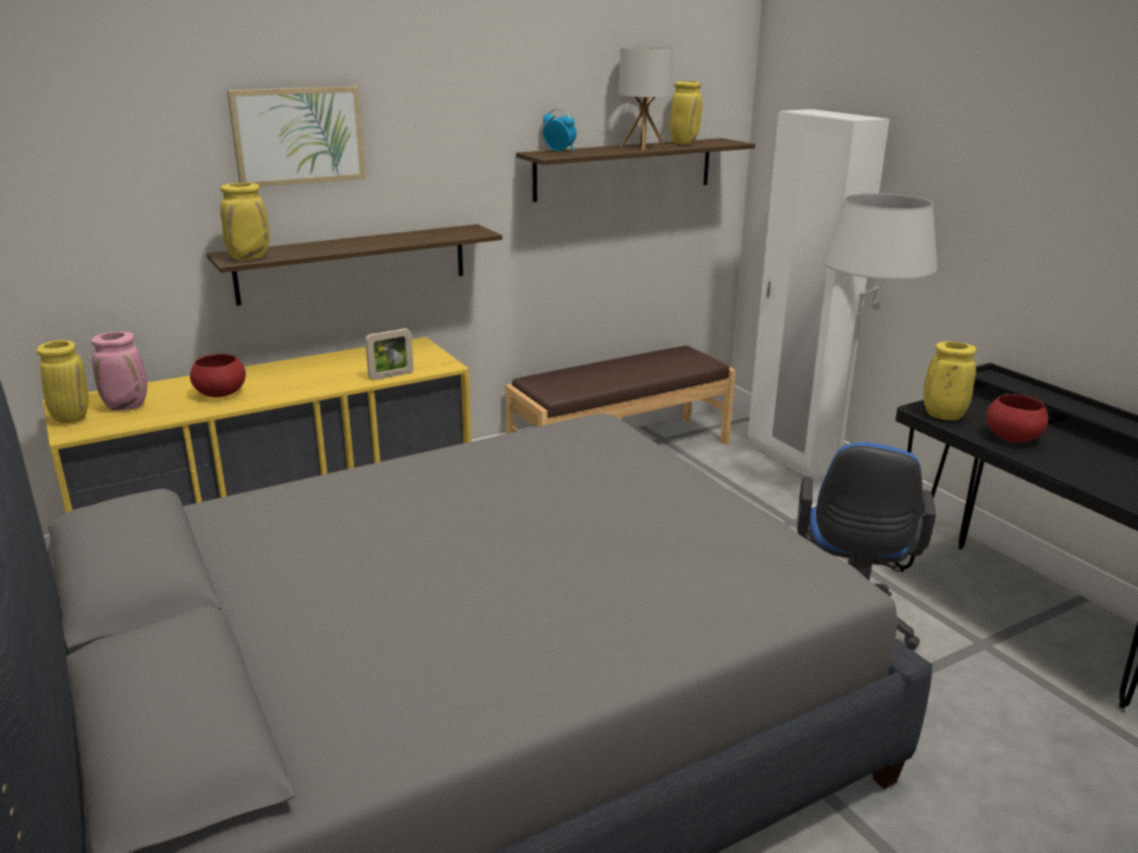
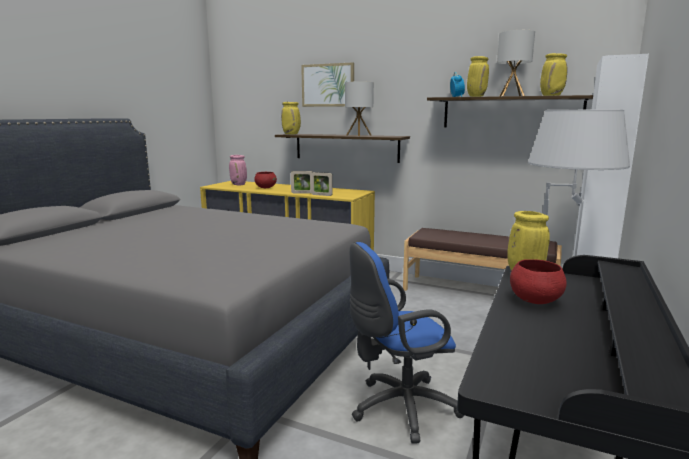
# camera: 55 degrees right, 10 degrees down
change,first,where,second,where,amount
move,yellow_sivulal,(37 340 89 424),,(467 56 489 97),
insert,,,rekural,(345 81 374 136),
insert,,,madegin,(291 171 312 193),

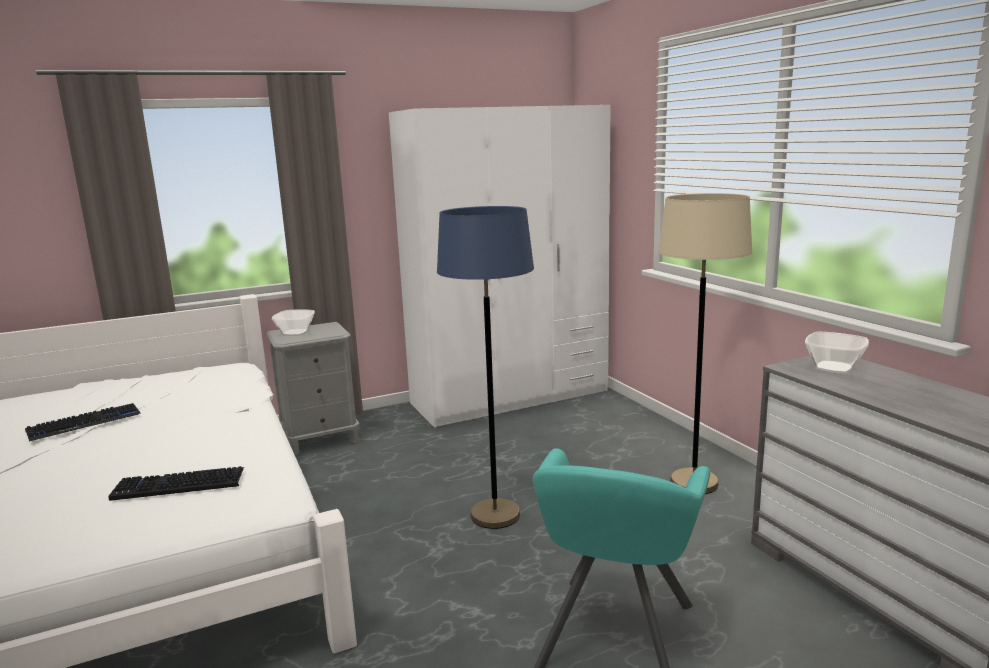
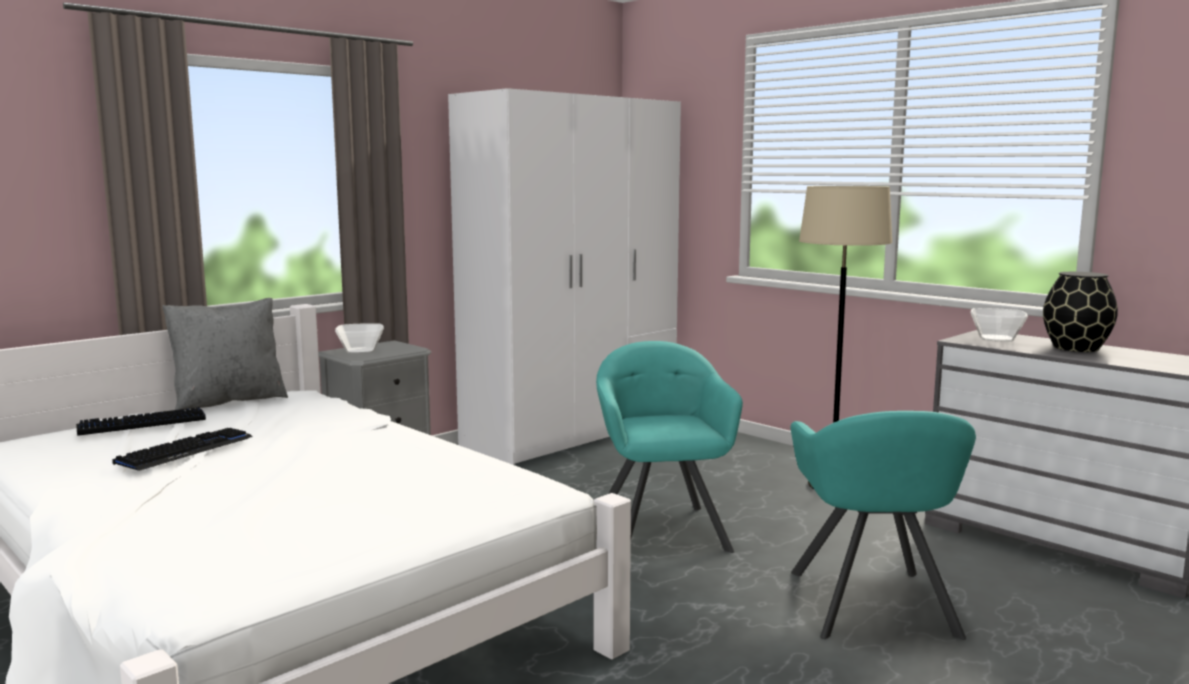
# camera: 20 degrees left, 5 degrees down
change,first,where,second,where,amount
replace,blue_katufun,(437 206 534 529),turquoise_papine,(596 341 743 553),
move,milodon,(108 466 245 501),,(76 407 206 436),
insert,,,black_sivulal,(1043 272 1118 352),
insert,,,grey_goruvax,(162 298 288 410),

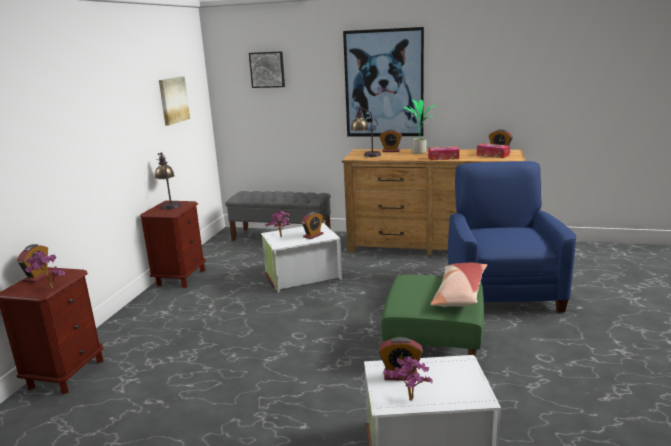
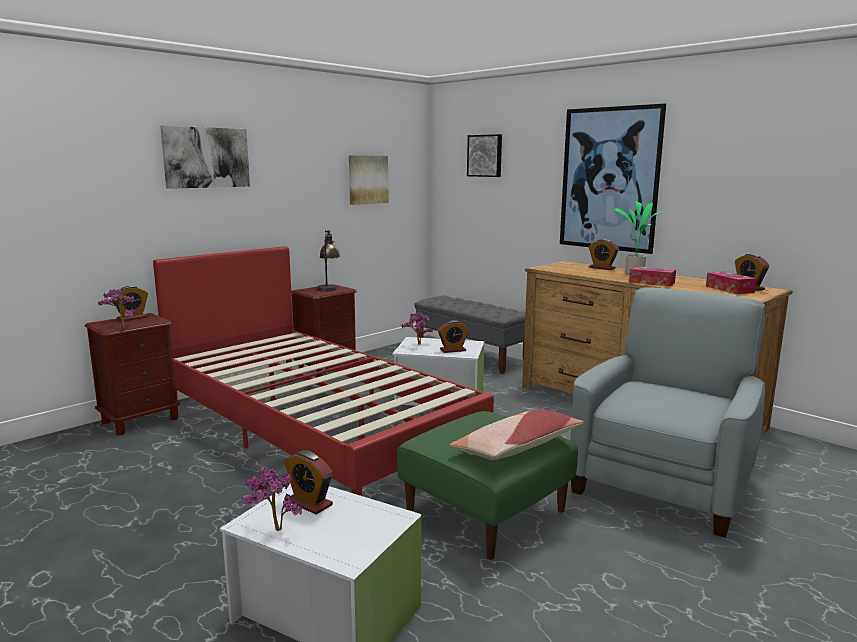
# camera: 30 degrees right, 5 degrees down
change,first,where,second,where,amount
delete,rekural,(351 106 381 157),,,
recolor,blue_papine,(448 161 576 312),grey_papine,(570 287 765 538),
insert,,,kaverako,(160 125 250 189),
insert,,,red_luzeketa,(153 246 494 496),

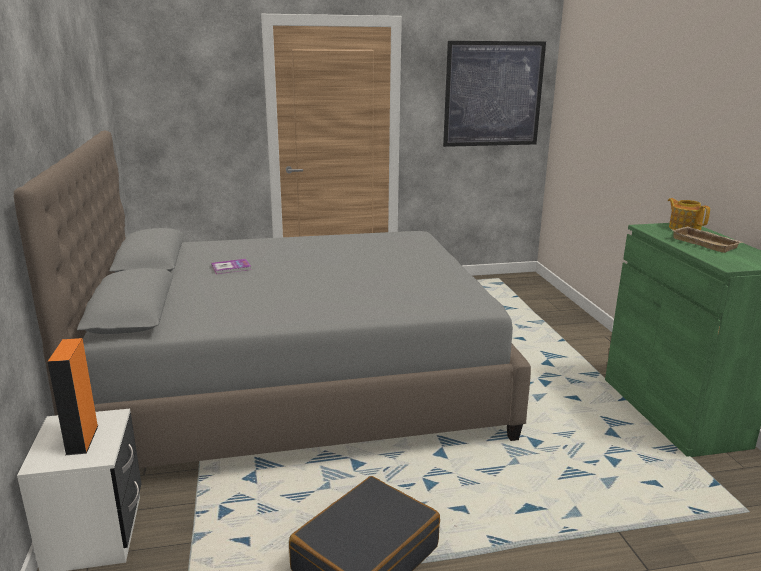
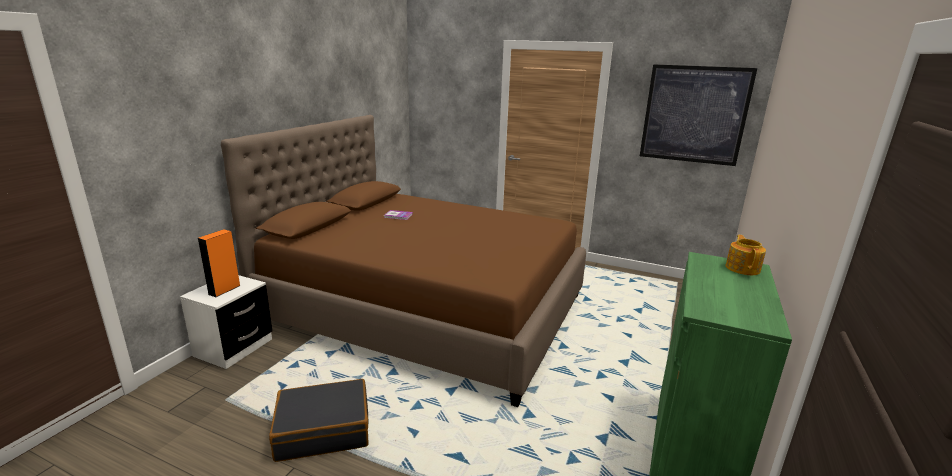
# camera: 35 degrees right, 0 degrees up
change,first,where,second,where,amount
recolor,grey_luzeketa,(14 130 531 468),brown_luzeketa,(221 115 586 407),
delete,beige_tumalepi,(673 226 743 253),,,

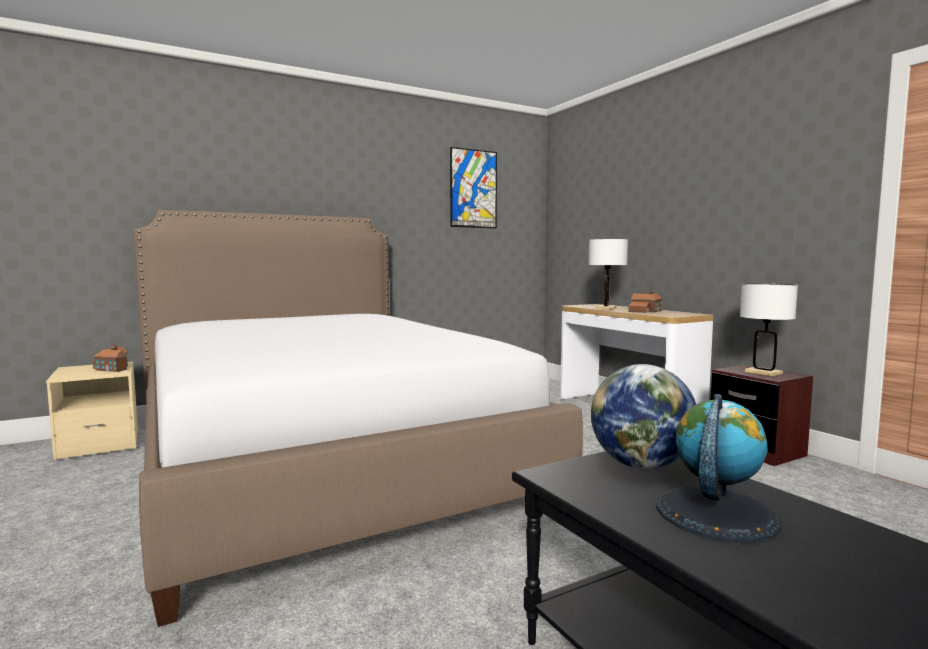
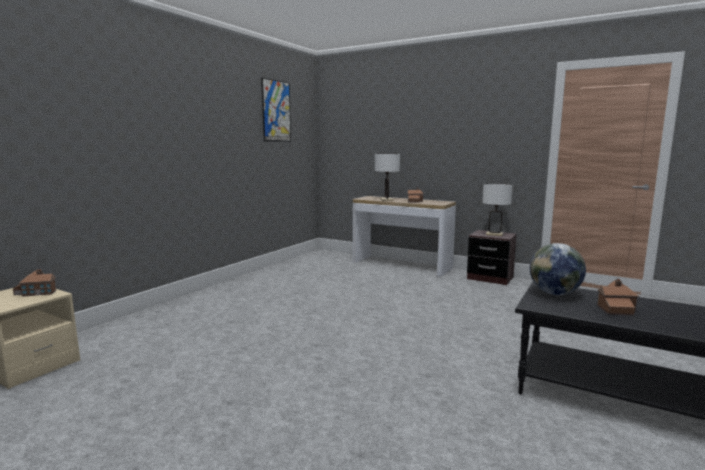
# camera: 30 degrees left, 5 degrees up
change,first,where,second,where,amount
delete,luzeketa,(133 210 583 627),,,
replace,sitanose,(656 394 782 542),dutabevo,(597 278 639 316),

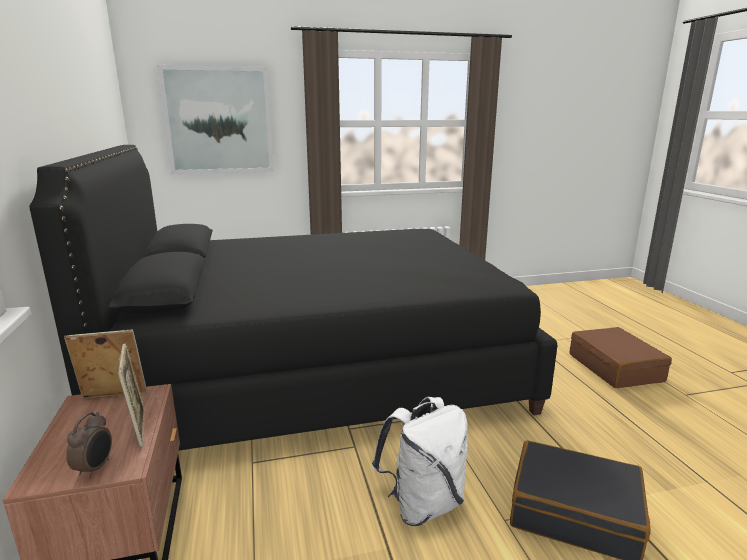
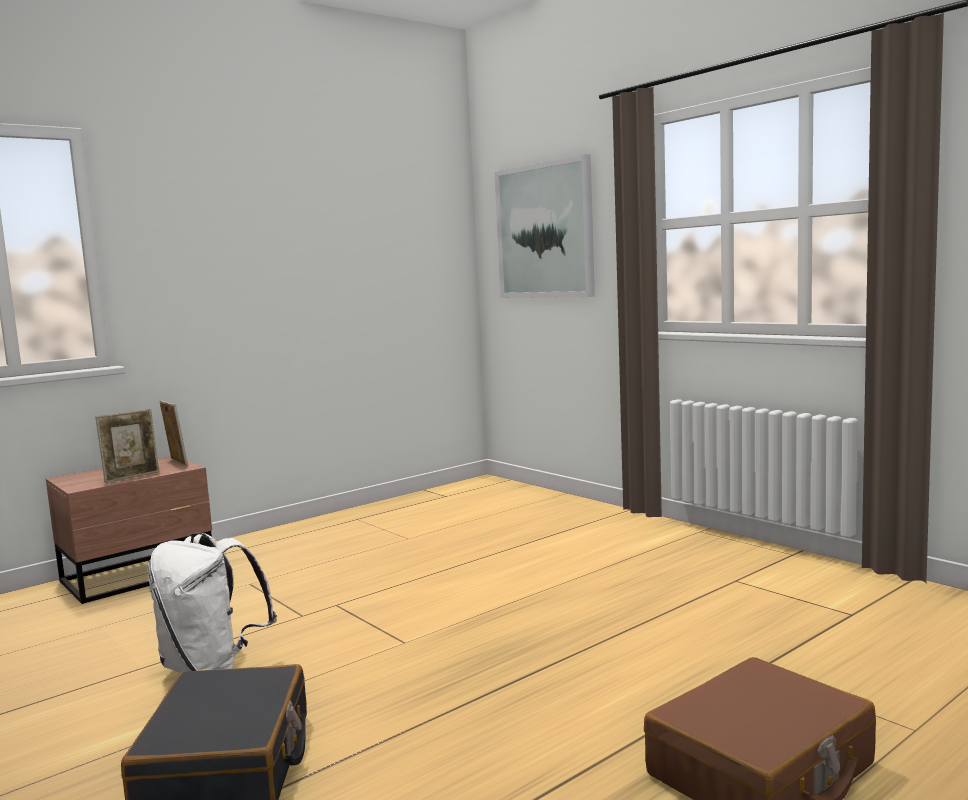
# camera: 65 degrees right, 10 degrees down
change,first,where,second,where,amount
delete,black_luzeketa,(29 145 558 450),,,
delete,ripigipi,(66 412 112 478),,,

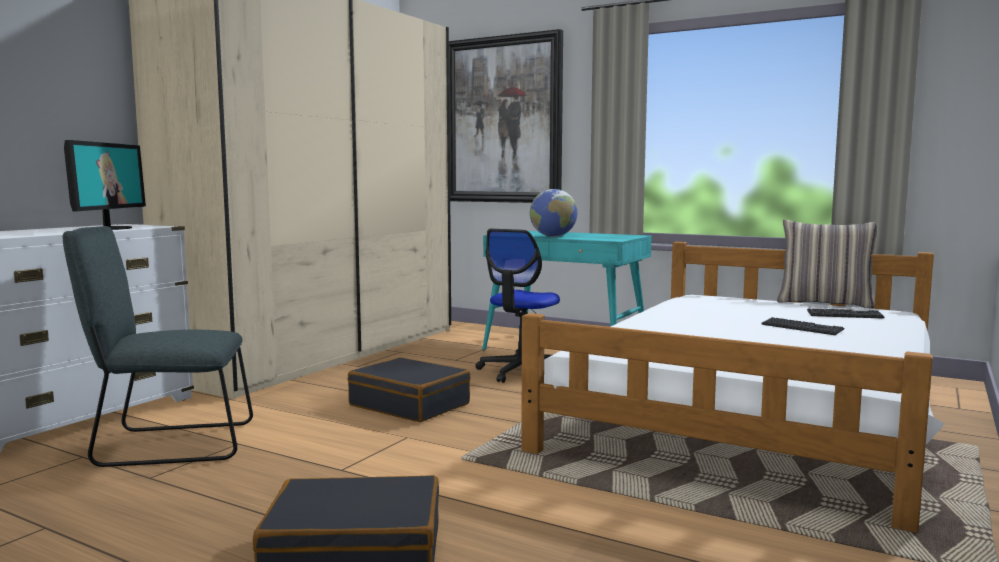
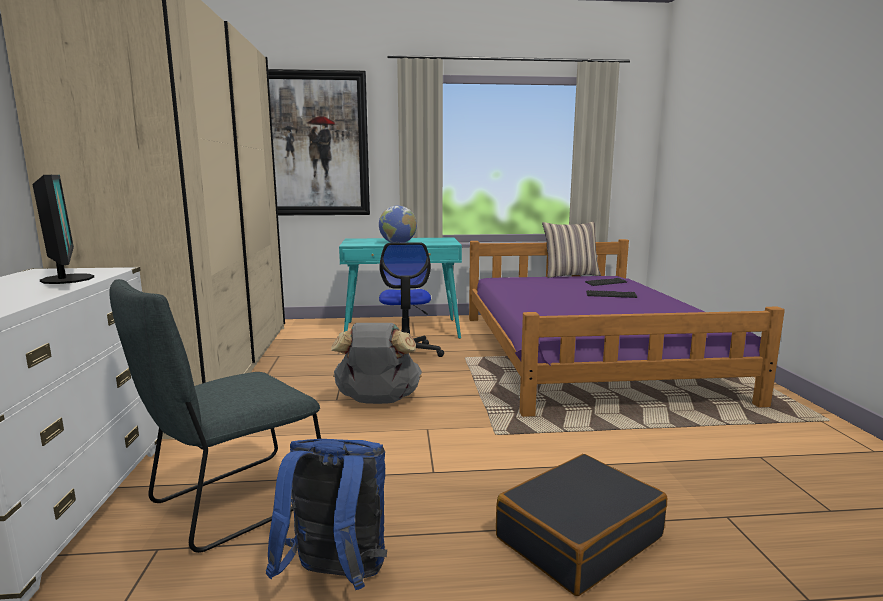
# camera: 35 degrees left, 5 degrees up
change,first,where,second,where,amount
recolor,white_luzeketa,(521 242 945 533),purple_luzeketa,(469 239 785 417),
replace,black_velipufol,(348 357 471 422),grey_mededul,(331 323 422 404),
insert,,,blue_mededul,(266 439 387 590),

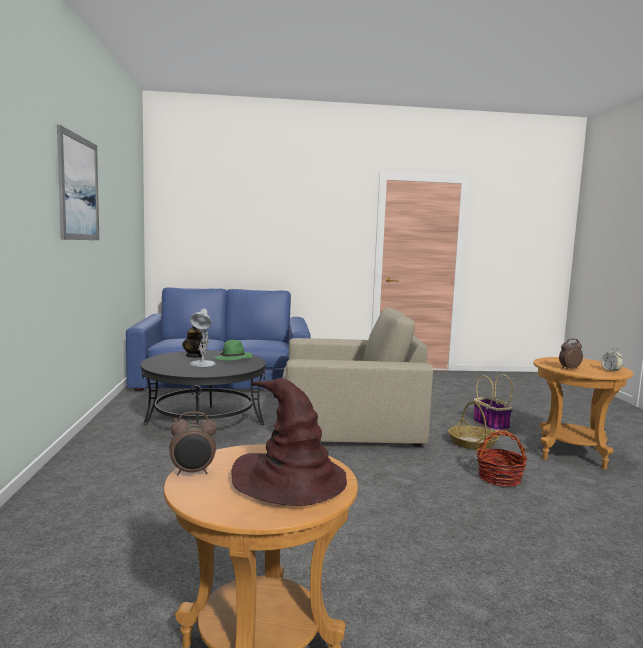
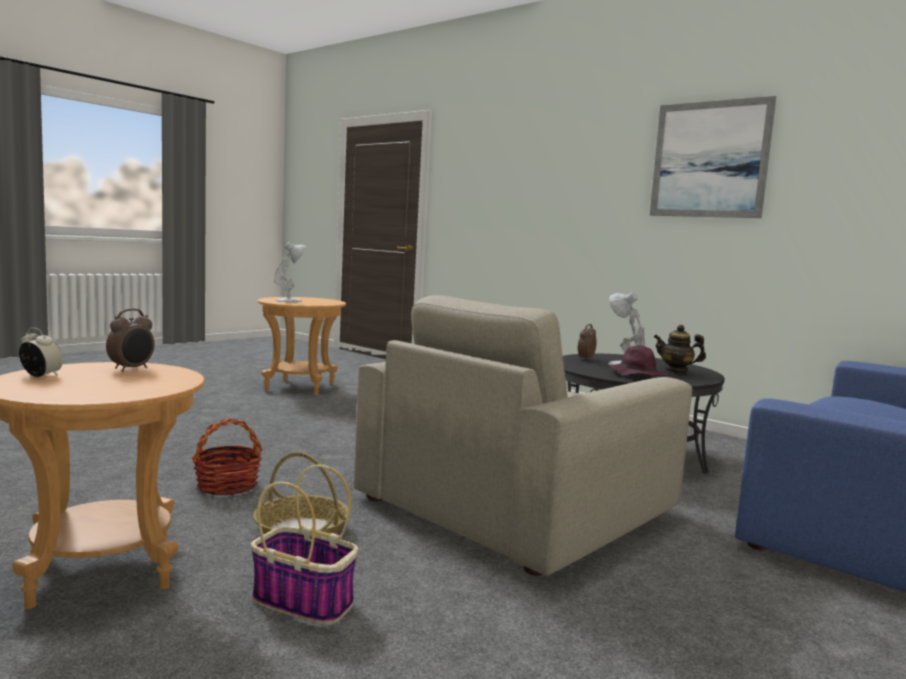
# camera: 135 degrees right, 0 degrees up
change,first,where,second,where,amount
recolor,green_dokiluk,(214 340 252 361),purple_dokiluk,(609 345 668 376),
replace,brown_dokiluk,(232 378 347 506),white_rekural,(274 242 307 302),
move,ripigipi,(169 411 217 475),,(578 324 597 360),

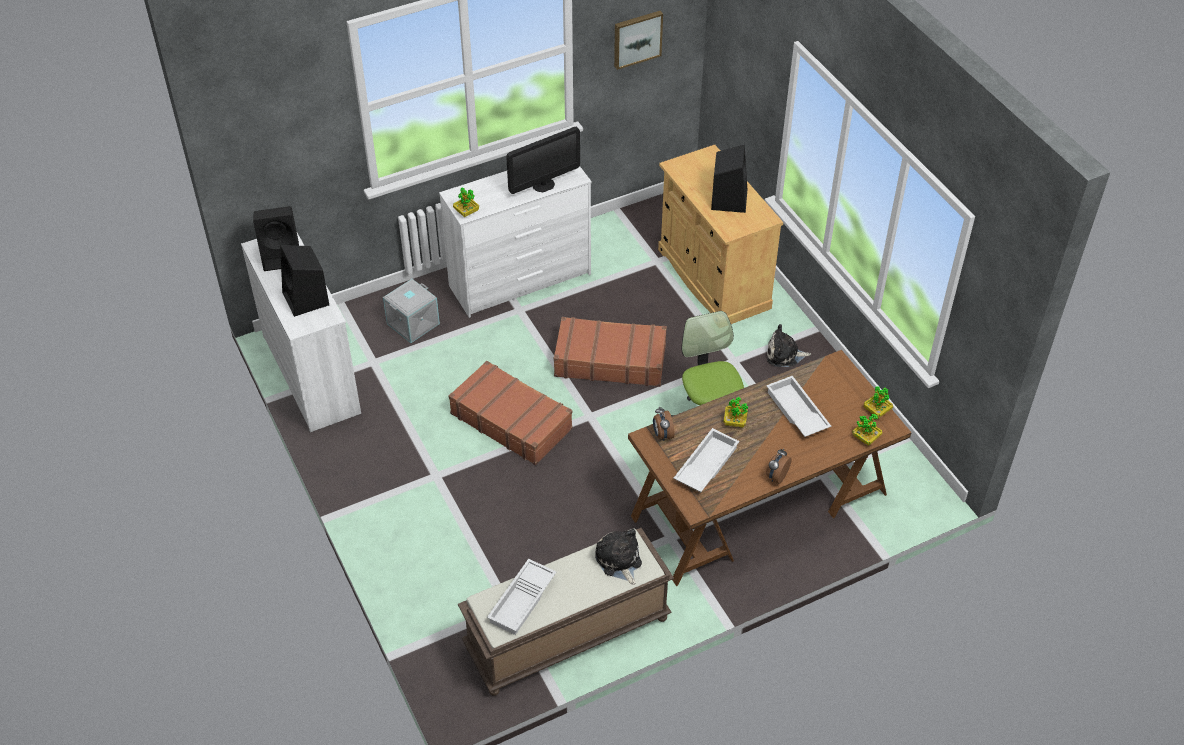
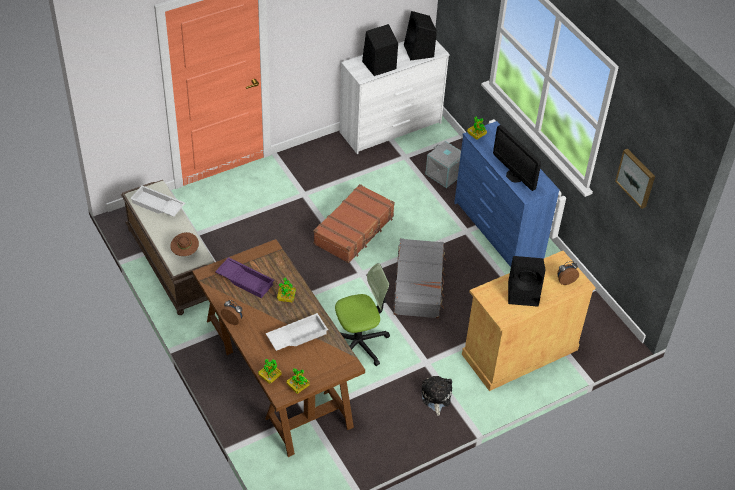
# camera: 85 degrees right, 0 degrees up
change,first,where,second,where,amount
recolor,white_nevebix,(439 167 592 318),blue_nevebix,(454 121 560 267),
recolor,brown_velipufol,(554 317 667 387),grey_velipufol,(393 238 446 318),
move,ripigipi,(653 407 674 441),,(557 261 579 285),
recolor,white_tumalepi,(673 428 739 492),purple_tumalepi,(215 257 274 298),
replace,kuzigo,(595 529 642 585),brown_dokiluk,(170 232 199 256),

